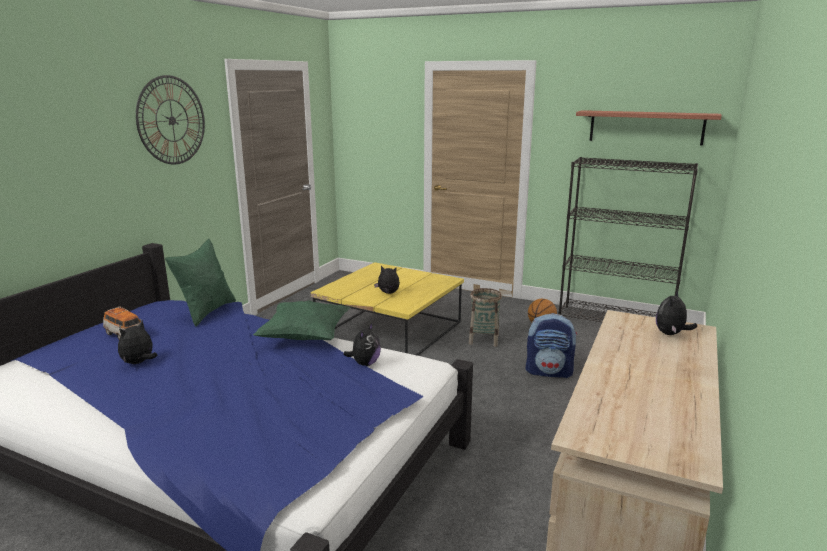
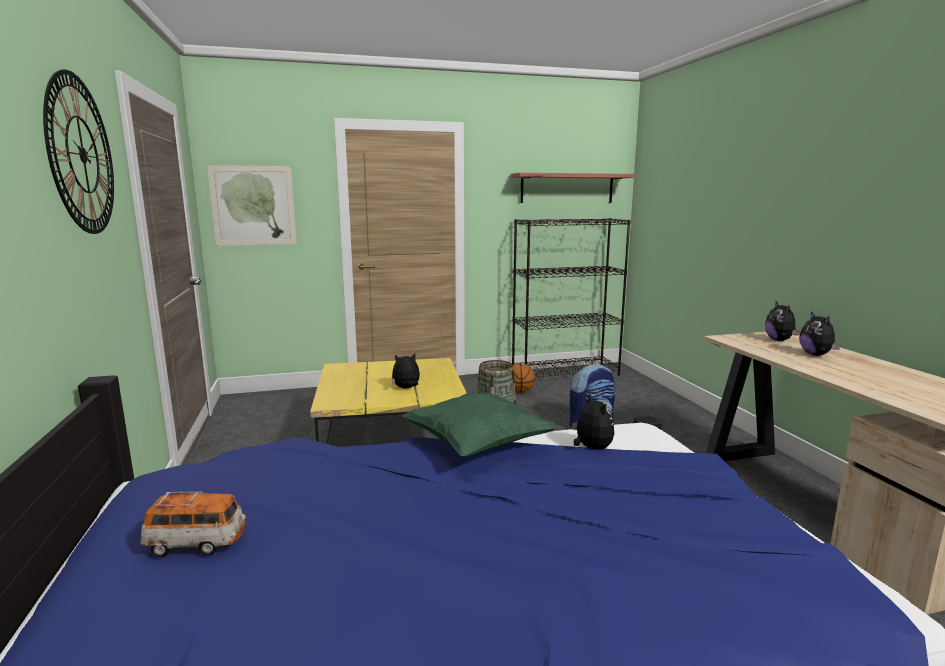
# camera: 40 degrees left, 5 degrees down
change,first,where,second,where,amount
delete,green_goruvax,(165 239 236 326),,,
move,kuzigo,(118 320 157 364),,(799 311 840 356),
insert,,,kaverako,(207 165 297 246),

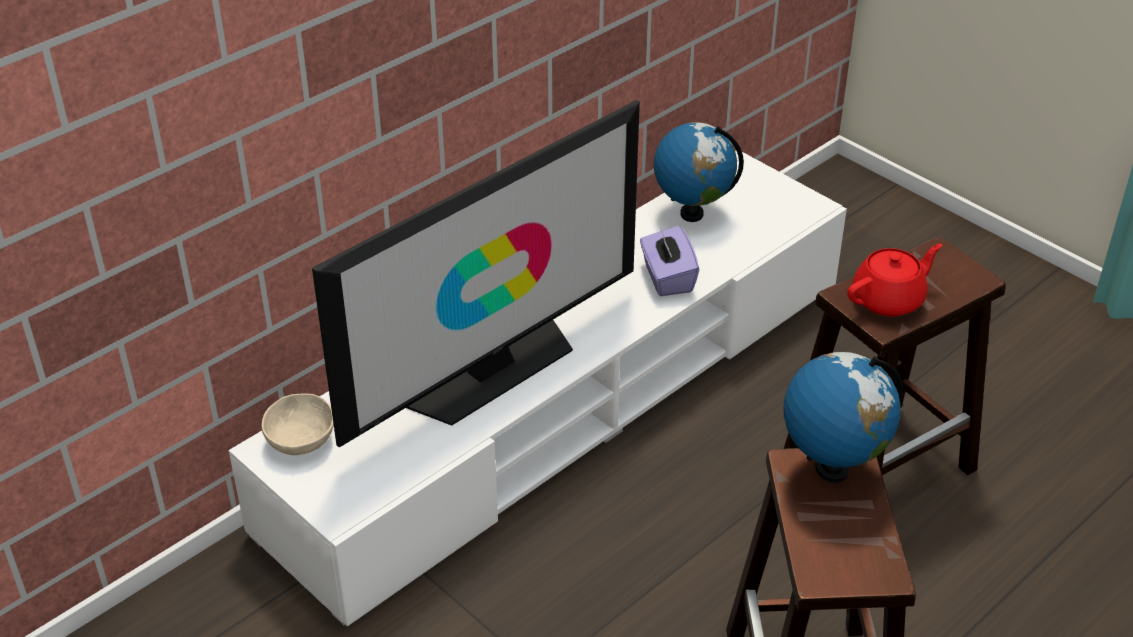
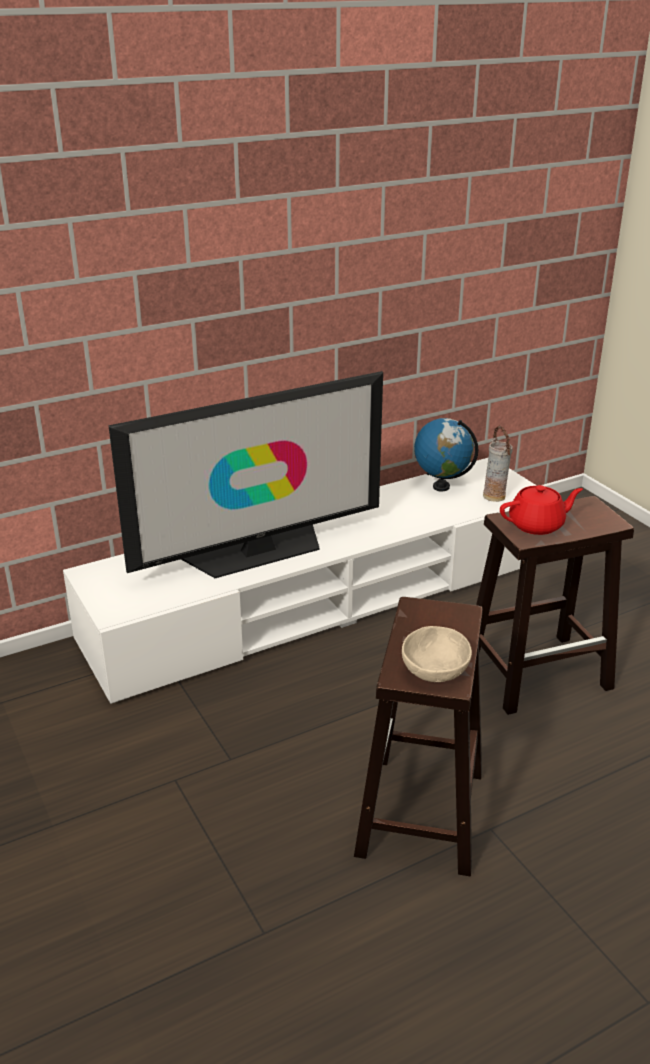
# camera: 15 degrees right, 10 degrees down
change,first,where,second,where,amount
delete,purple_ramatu,(640 226 699 296),,,
delete,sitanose,(784 352 903 483),,,
move,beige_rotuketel,(262 393 334 455),,(402 626 472 682),
insert,,,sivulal,(483 425 513 502),

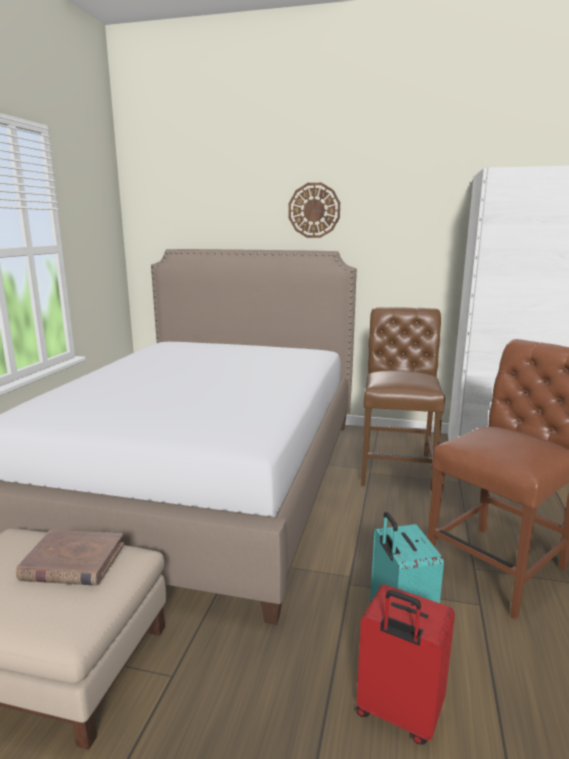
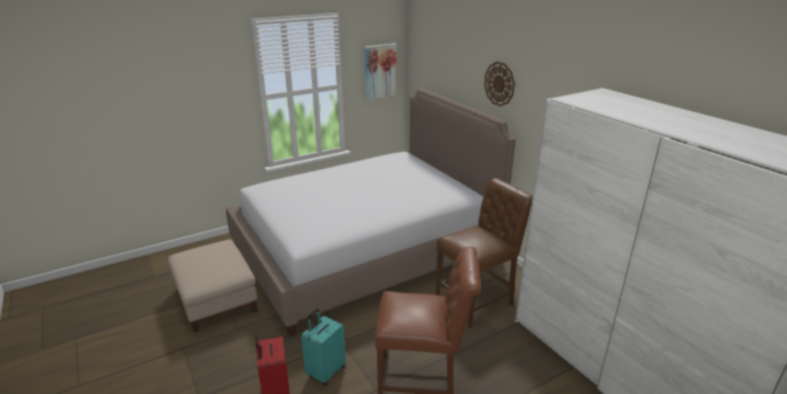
# camera: 45 degrees right, 10 degrees up
change,first,where,second,where,amount
delete,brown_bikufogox,(16 530 124 586),,,
insert,,,kaverako,(365 43 396 100),

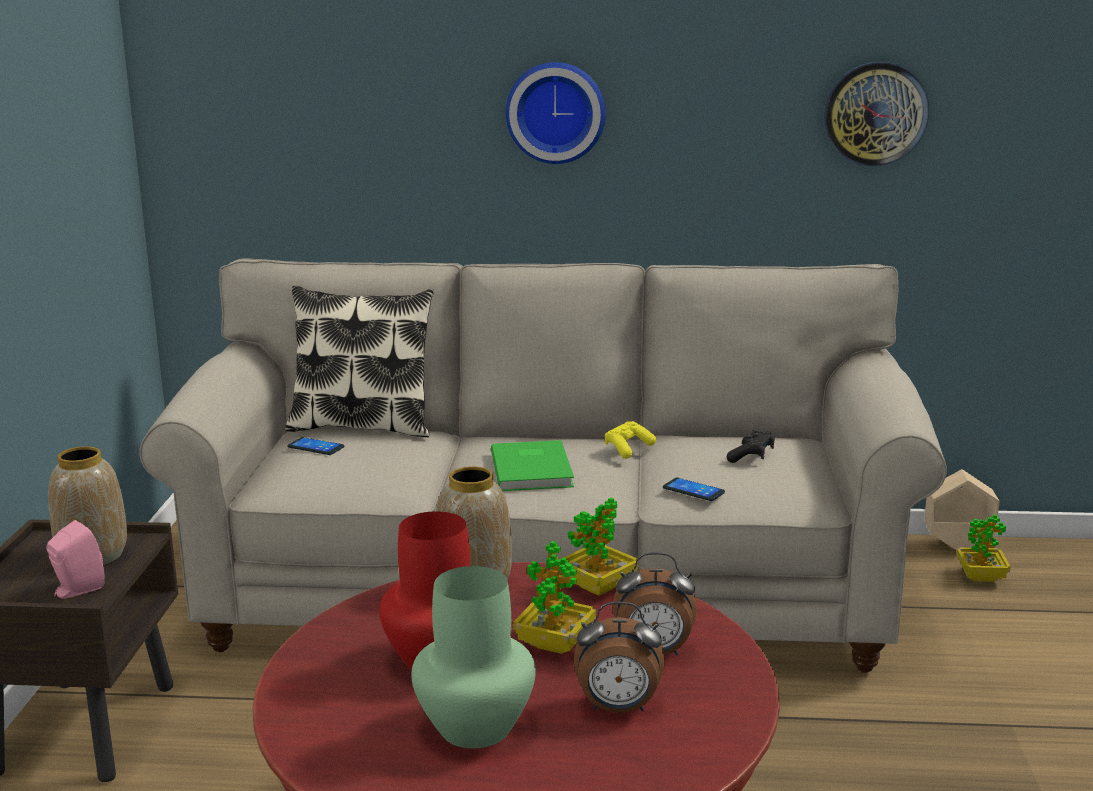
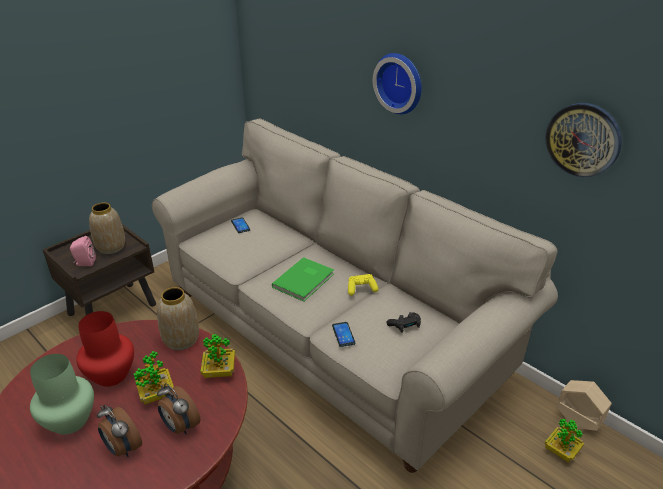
# camera: 40 degrees right, 15 degrees up
change,first,where,second,where,amount
delete,goruvax,(285 286 434 437),,,

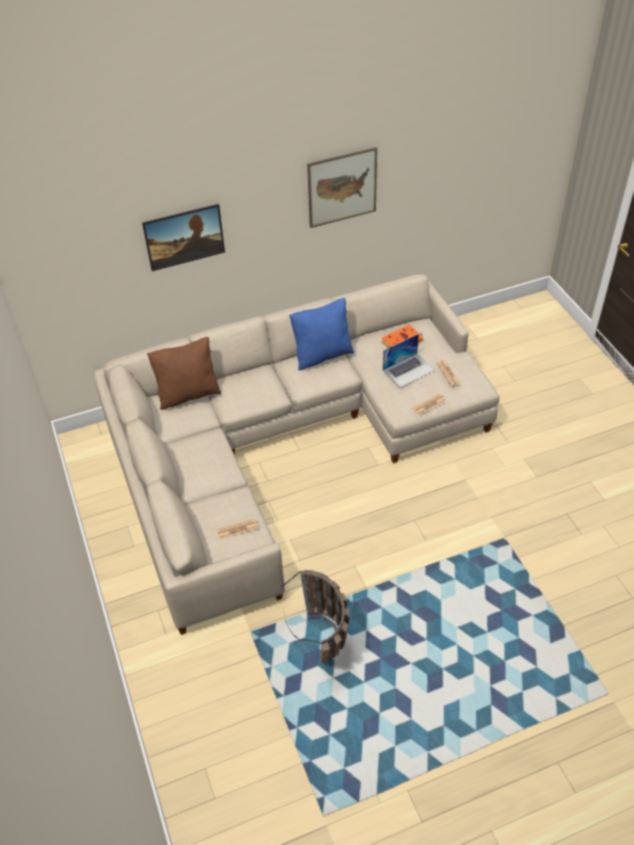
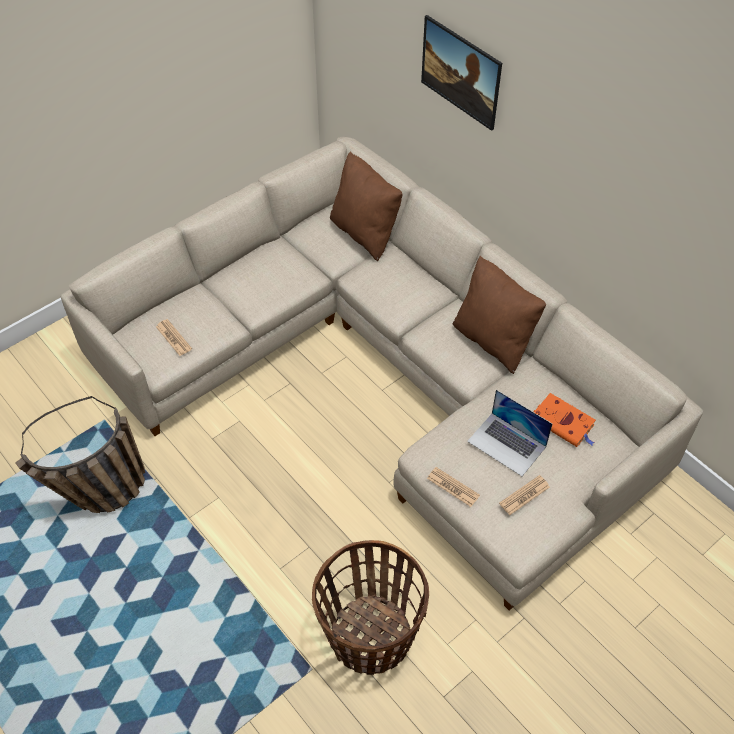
# camera: 70 degrees right, 5 degrees up
change,first,where,second,where,amount
delete,kaverako,(307 147 377 228),,,
recolor,blue_goruvax,(289 298 354 370),brown_goruvax,(453 256 546 374),
insert,,,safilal,(312 540 429 675),

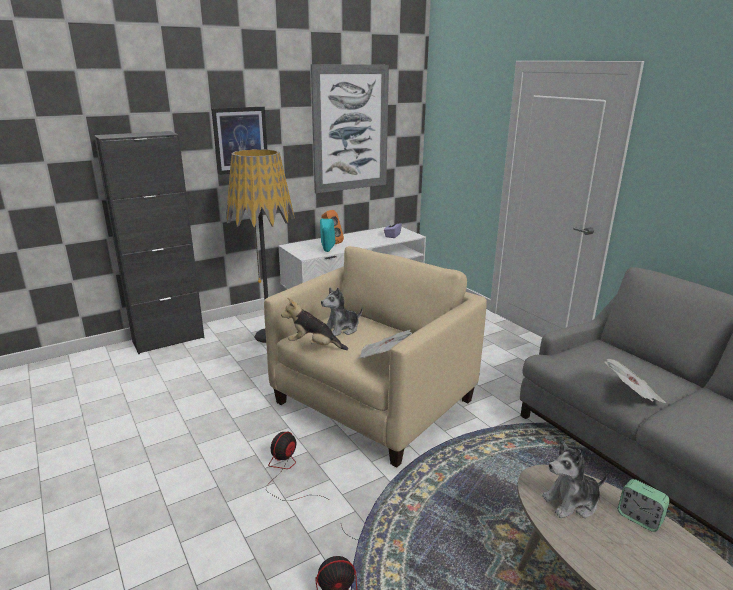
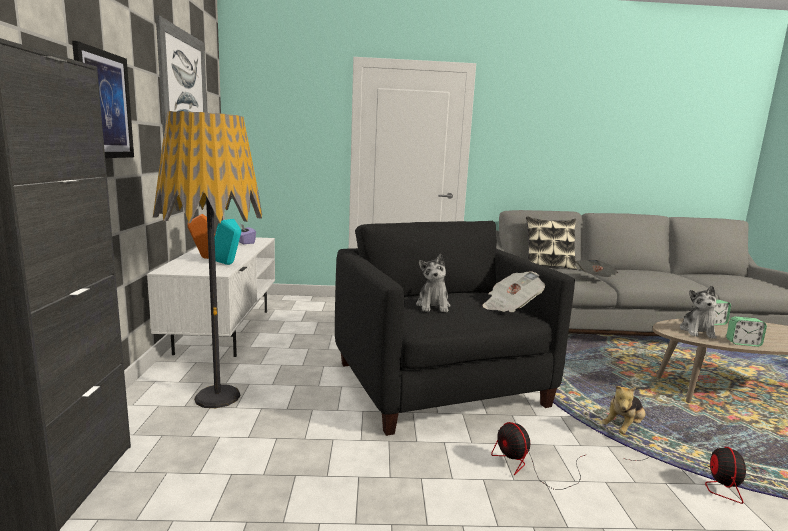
# camera: 60 degrees left, 10 degrees down
change,first,where,second,where,amount
recolor,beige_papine,(264 246 487 467),black_papine,(335 221 575 436),
move,kuzigo,(281 298 348 350),,(602 386 646 434),
insert,,,goruvax,(526 217 577 270),
insert,,,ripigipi,(726 316 767 347),

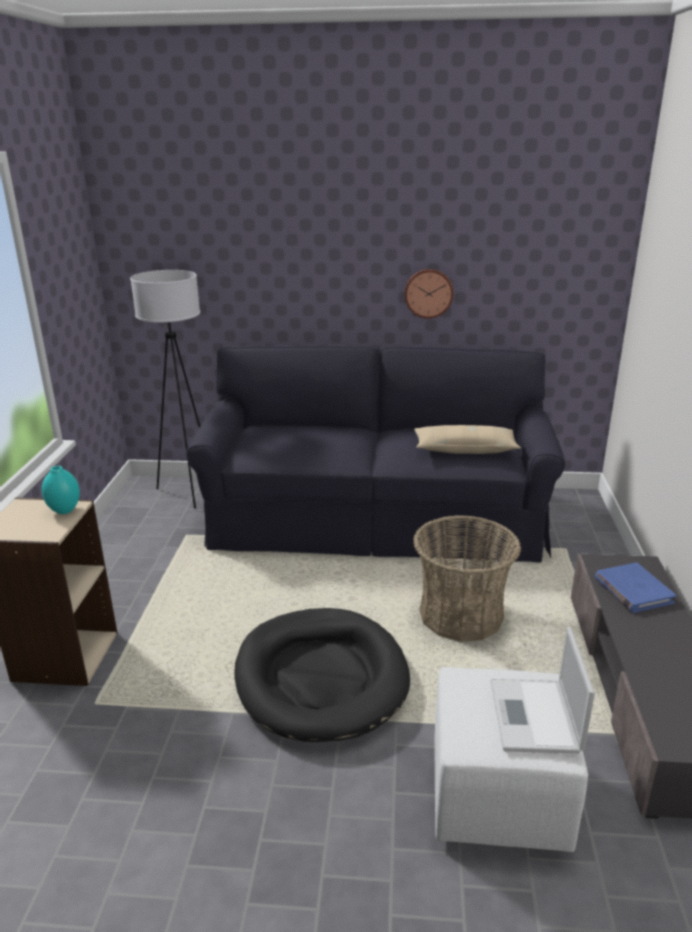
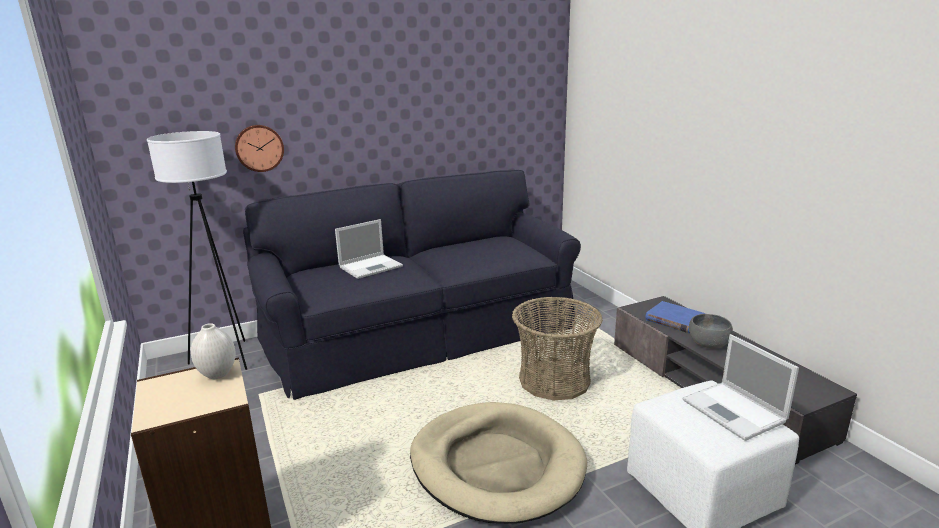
# camera: 30 degrees left, 5 degrees down
change,first,where,second,where,amount
move,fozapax,(405 269 453 319),,(235 125 284 172),
delete,beige_goruvax,(414 425 521 454),,,
recolor,turquoise_sivulal,(42 466 80 514),white_sivulal,(191 323 235 379),
recolor,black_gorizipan,(235 608 410 742),beige_gorizipan,(410 402 587 524),
insert,,,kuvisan,(335 219 403 279),
insert,,,grey_rotuketel,(689 314 733 349),

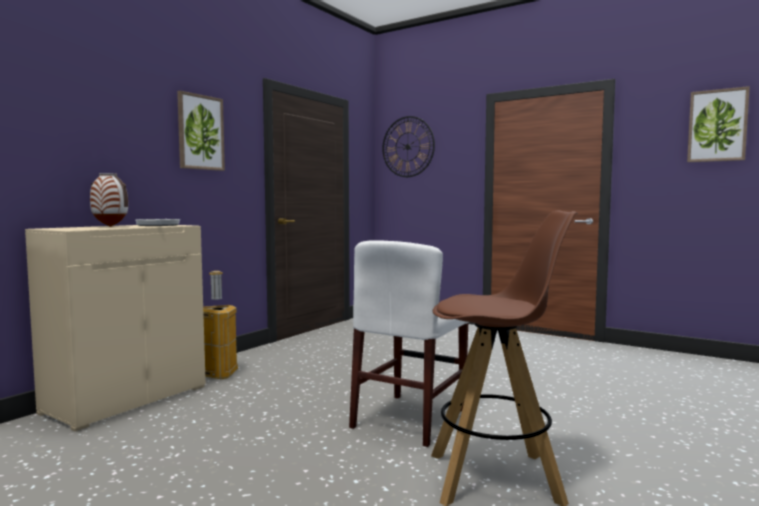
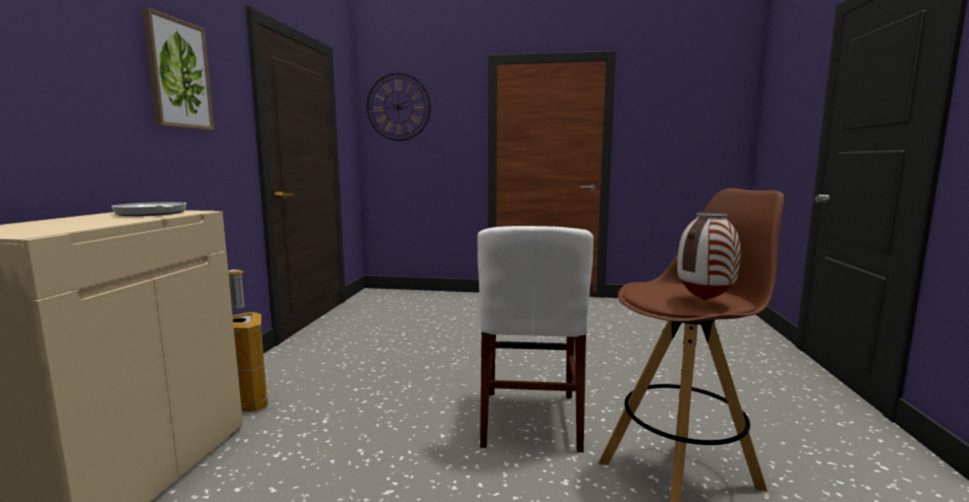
# camera: 25 degrees left, 5 degrees up
change,first,where,second,where,amount
delete,kaverako,(687 86 750 162),,,
move,sivulal,(90 173 128 227),,(677 212 741 301),

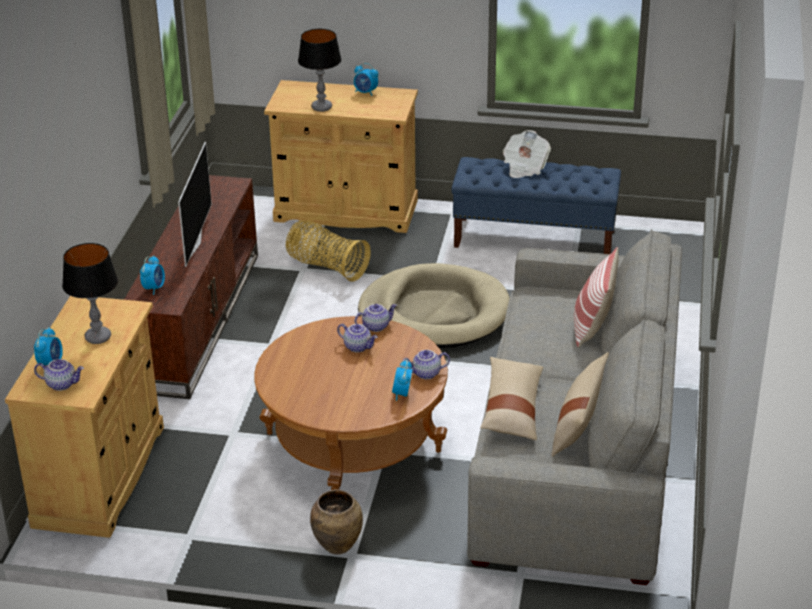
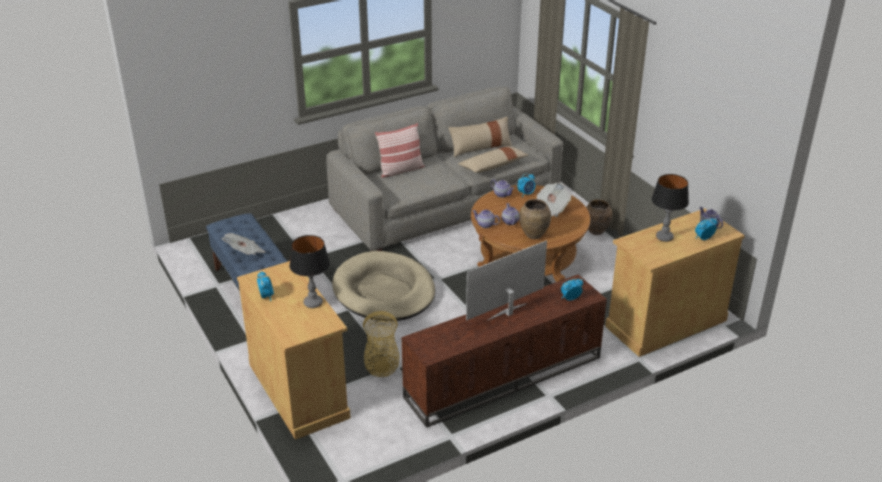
# camera: 130 degrees left, 0 degrees up
change,first,where,second,where,amount
insert,,,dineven,(537 183 571 217),
insert,,,brown_sivulal,(519 199 551 239),

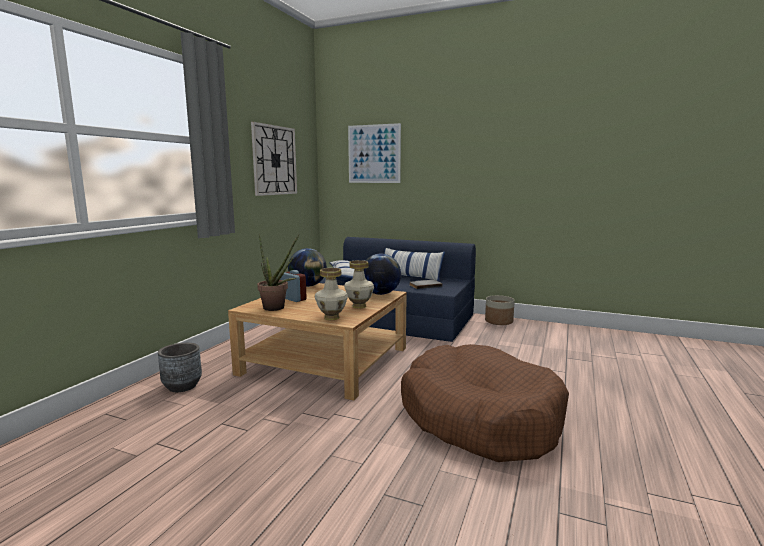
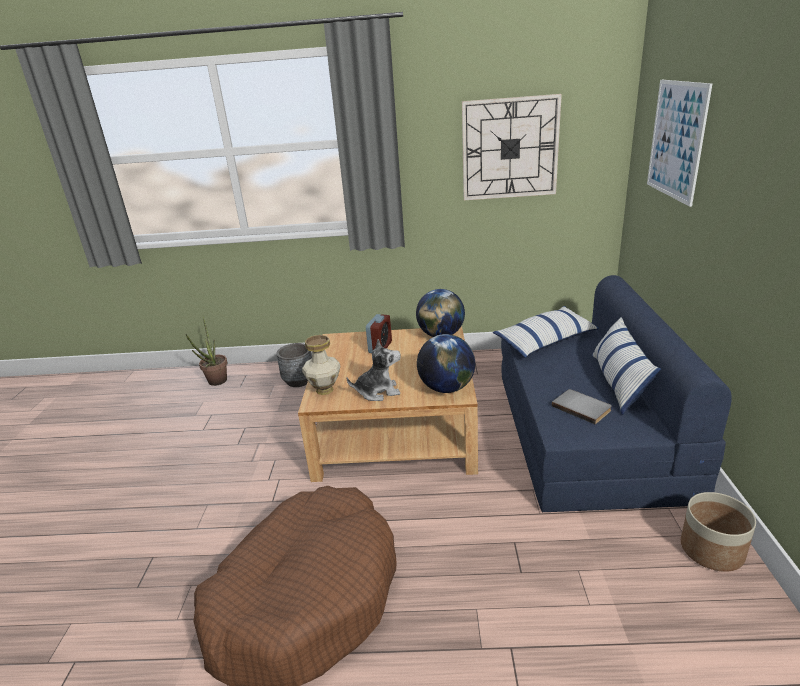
# camera: 70 degrees right, 15 degrees up
change,first,where,second,where,amount
move,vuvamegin,(257 234 299 311),,(186 317 227 386),
replace,sivulal,(344 260 374 309),kuzigo,(346 339 401 401),

